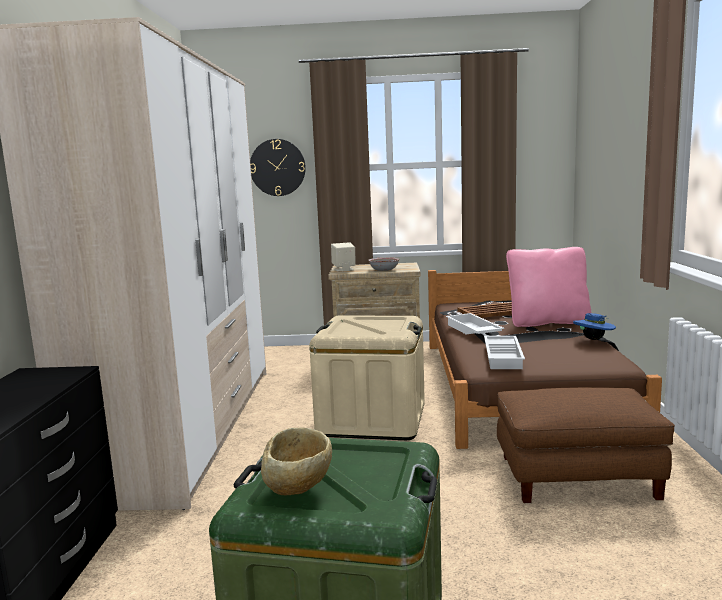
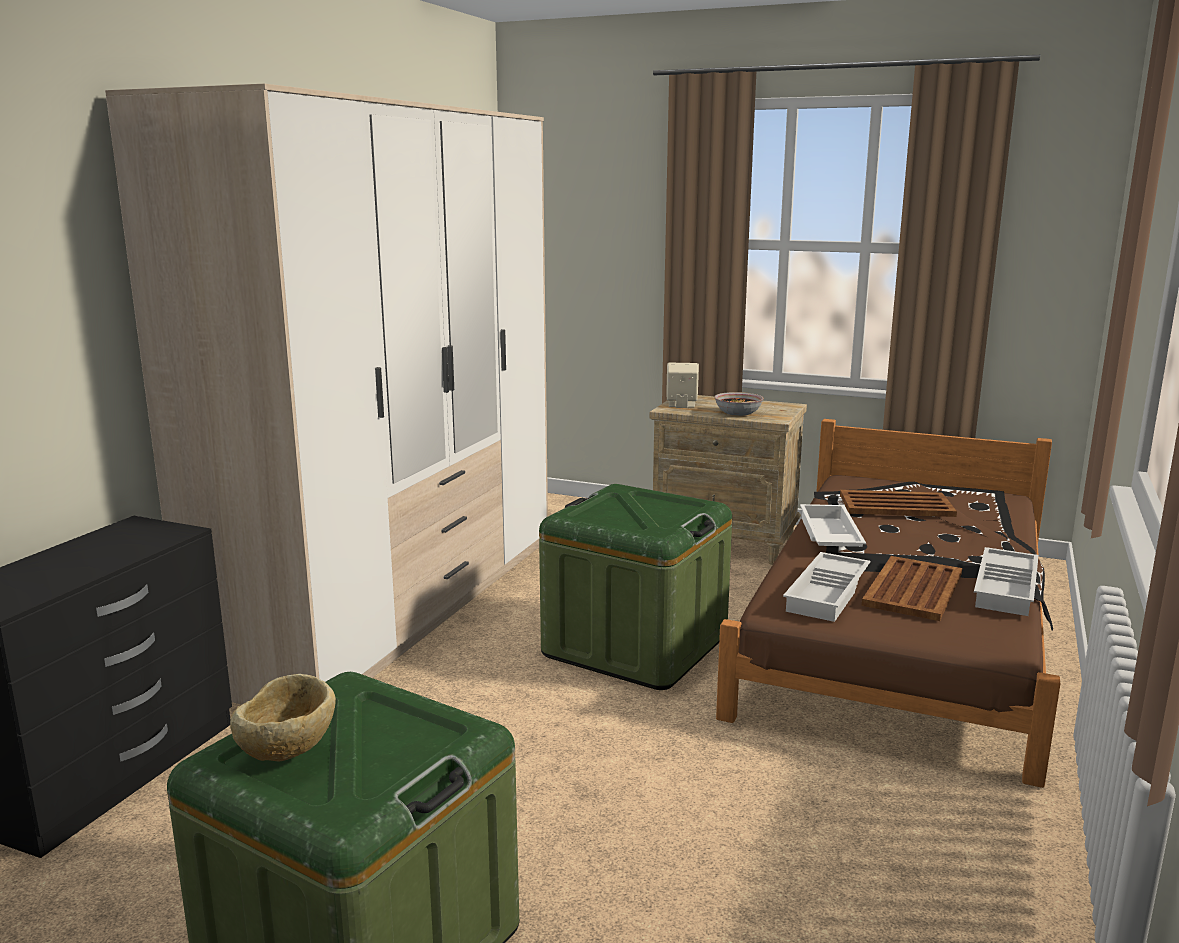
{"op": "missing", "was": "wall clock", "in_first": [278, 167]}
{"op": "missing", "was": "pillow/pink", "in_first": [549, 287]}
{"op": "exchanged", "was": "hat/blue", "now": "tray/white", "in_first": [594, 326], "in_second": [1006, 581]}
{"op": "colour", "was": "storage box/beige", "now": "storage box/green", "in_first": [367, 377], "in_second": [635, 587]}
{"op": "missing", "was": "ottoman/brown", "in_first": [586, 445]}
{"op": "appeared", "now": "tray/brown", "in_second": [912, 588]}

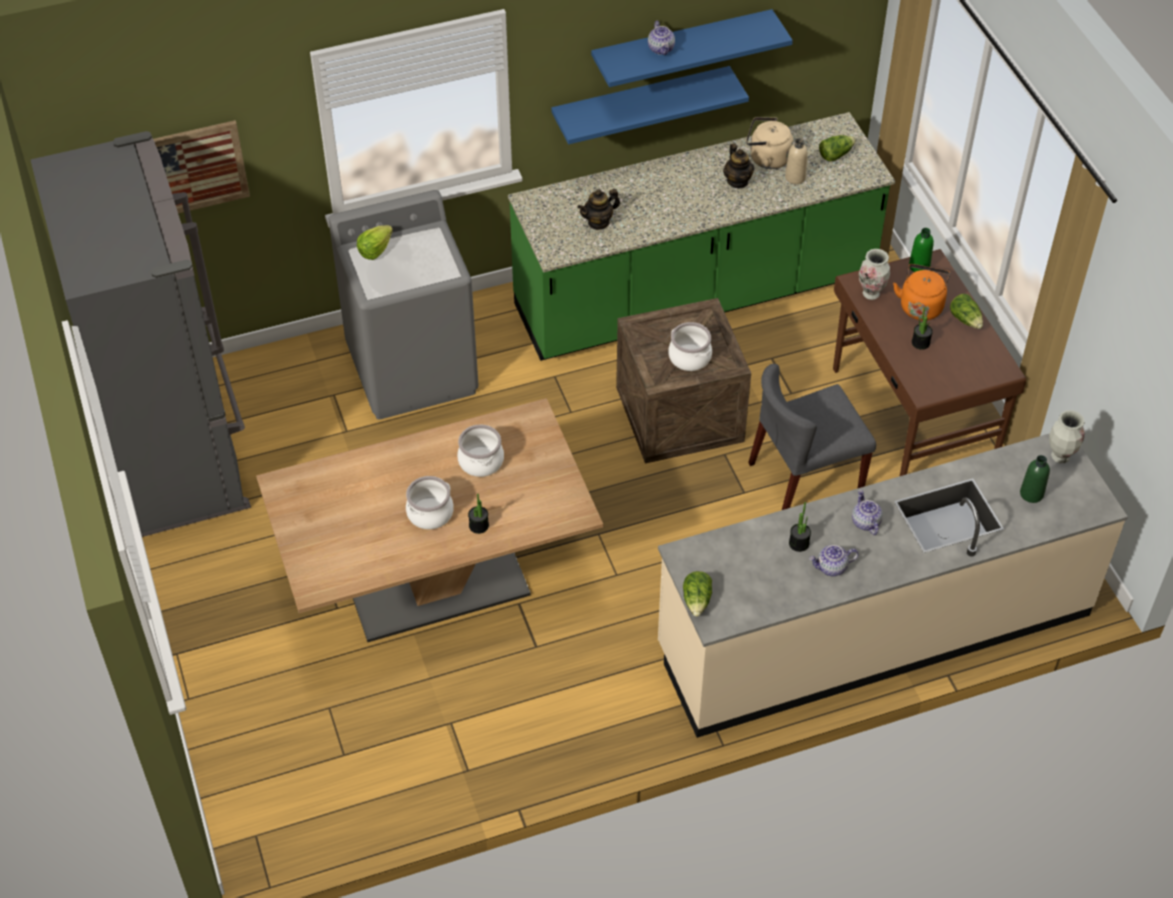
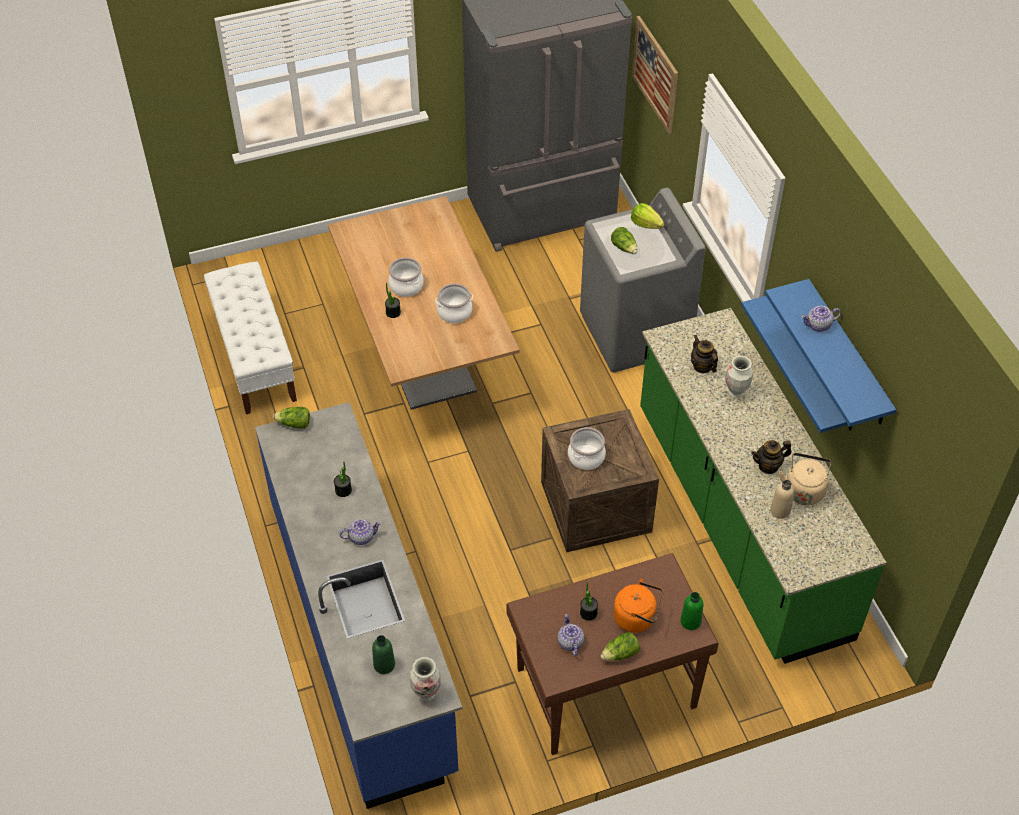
{"op": "relocated", "was": "lettuce", "in_first": [837, 148], "in_second": [624, 240]}
{"op": "relocated", "was": "vase", "in_first": [874, 274], "in_second": [739, 377]}
{"op": "missing", "was": "chair/grey", "in_first": [812, 437]}
{"op": "colour", "was": "counter/beige", "now": "counter/blue", "in_first": [893, 586], "in_second": [358, 605]}
{"op": "relocated", "was": "teapot", "in_first": [833, 560], "in_second": [571, 635]}
{"op": "appeared", "now": "bench/white", "in_second": [250, 337]}

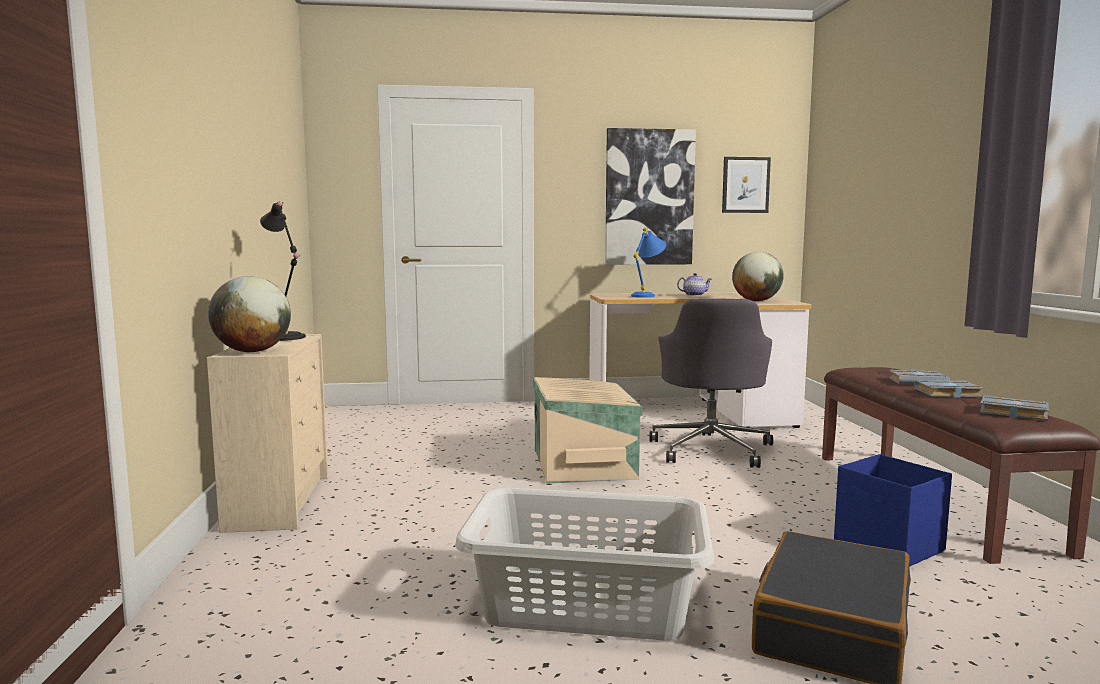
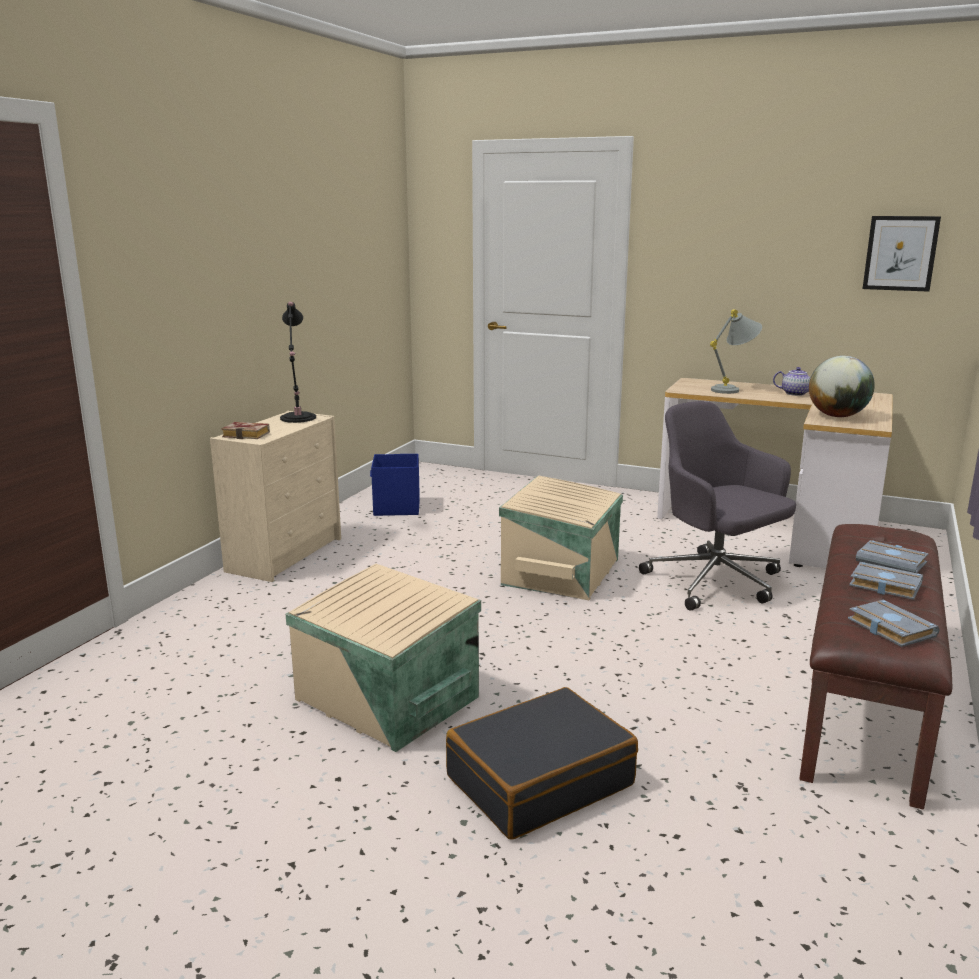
{"op": "missing", "was": "picture", "in_first": [650, 196]}
{"op": "colour", "was": "table lamp/blue", "now": "table lamp/grey", "in_first": [648, 262], "in_second": [736, 351]}
{"op": "exchanged", "was": "globe", "now": "book", "in_first": [249, 314], "in_second": [245, 430]}
{"op": "spun", "was": "office chair/grey", "in_first": [711, 383], "in_second": [717, 506], "clockwise": 105}
{"op": "relocated", "was": "storage box/blue", "in_first": [893, 510], "in_second": [395, 485]}
{"op": "exchanged", "was": "laundry basket/grey", "now": "storage box/beige", "in_first": [584, 564], "in_second": [383, 658]}

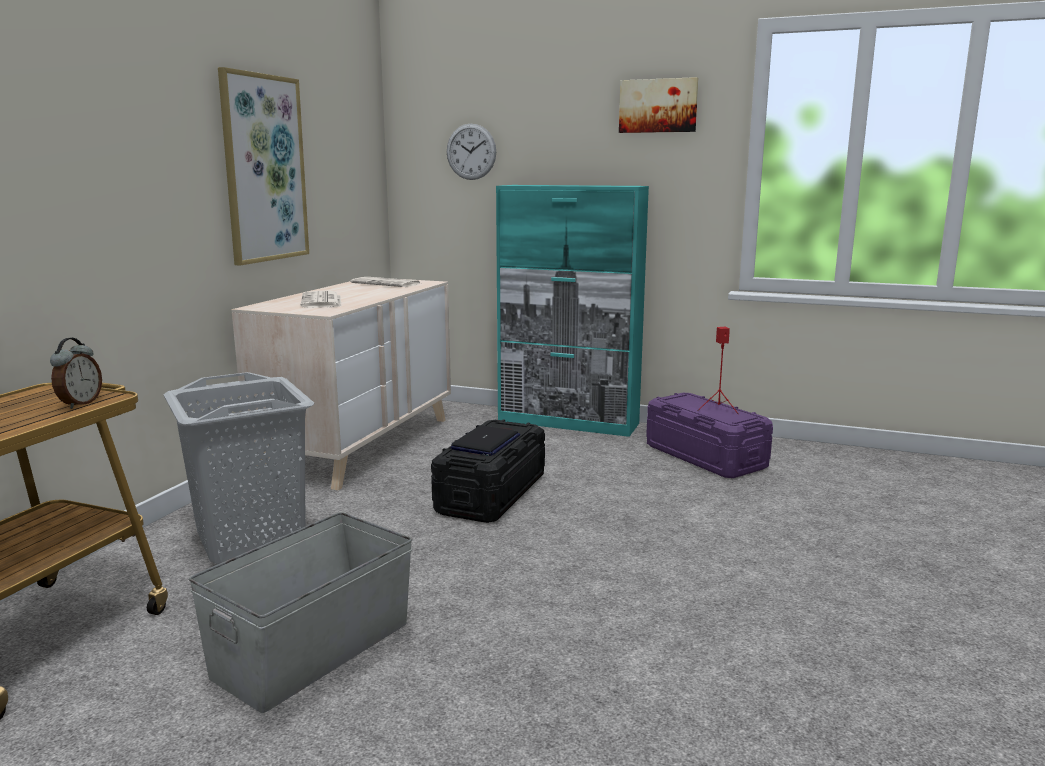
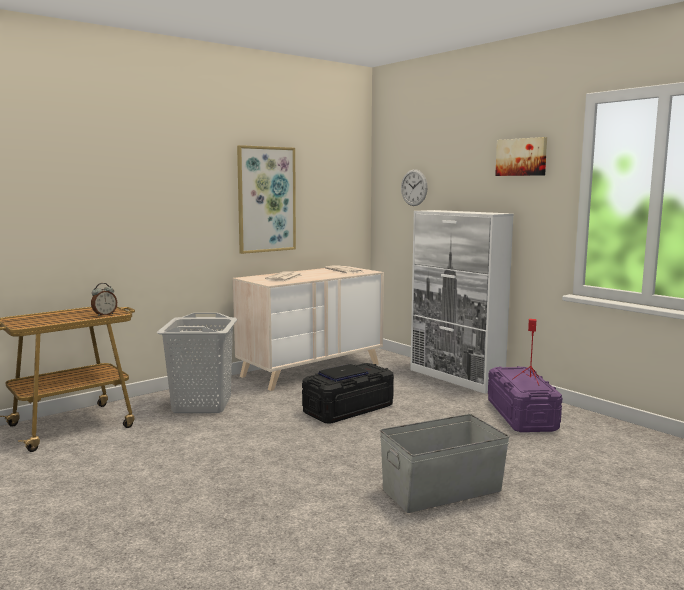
{"op": "colour", "was": "cabinet/turquoise", "now": "cabinet/white", "in_first": [572, 311], "in_second": [462, 302]}
{"op": "relocated", "was": "storage box/grey", "in_first": [300, 612], "in_second": [445, 463]}

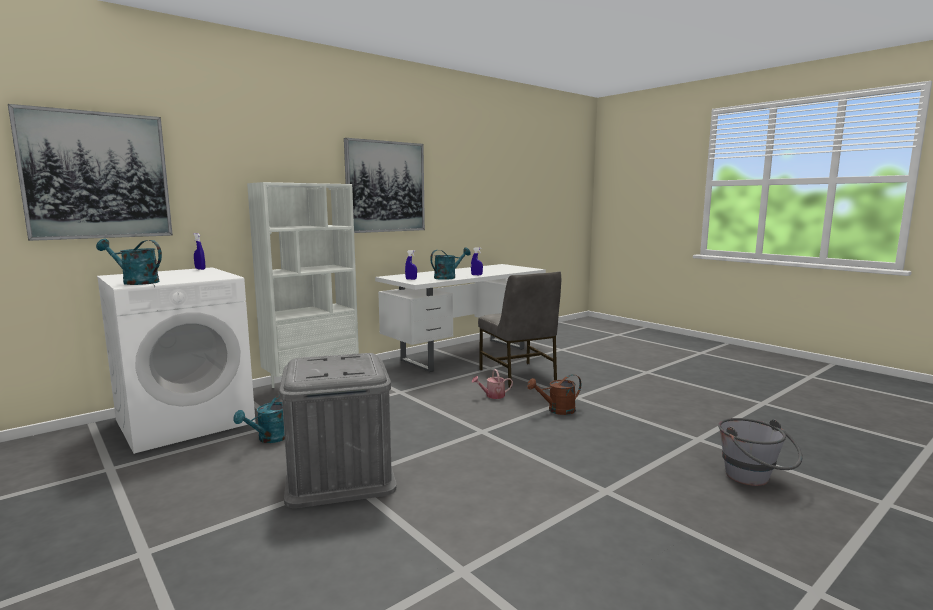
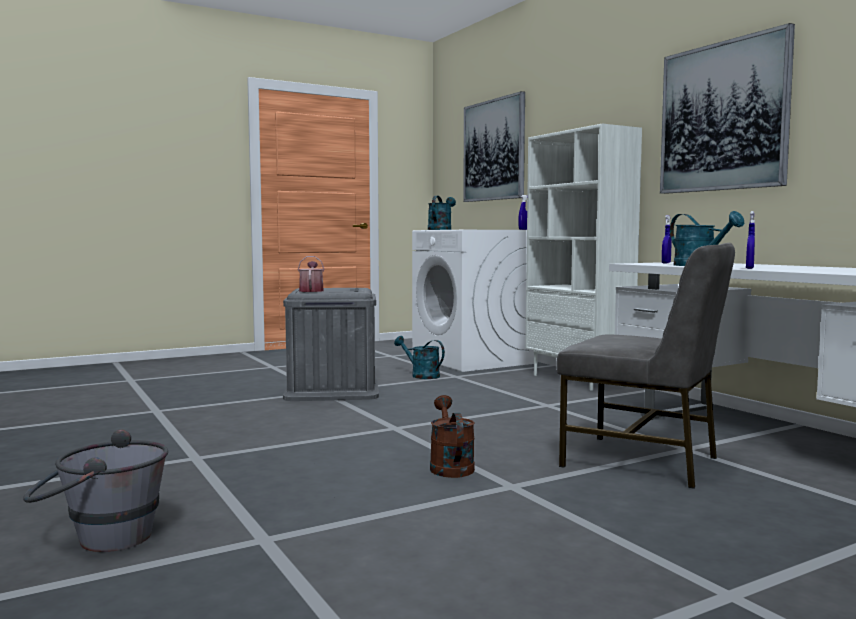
{"op": "spun", "was": "chair/grey", "in_first": [519, 329], "in_second": [645, 366], "clockwise": -135}
{"op": "relocated", "was": "watering can", "in_first": [492, 384], "in_second": [311, 274]}

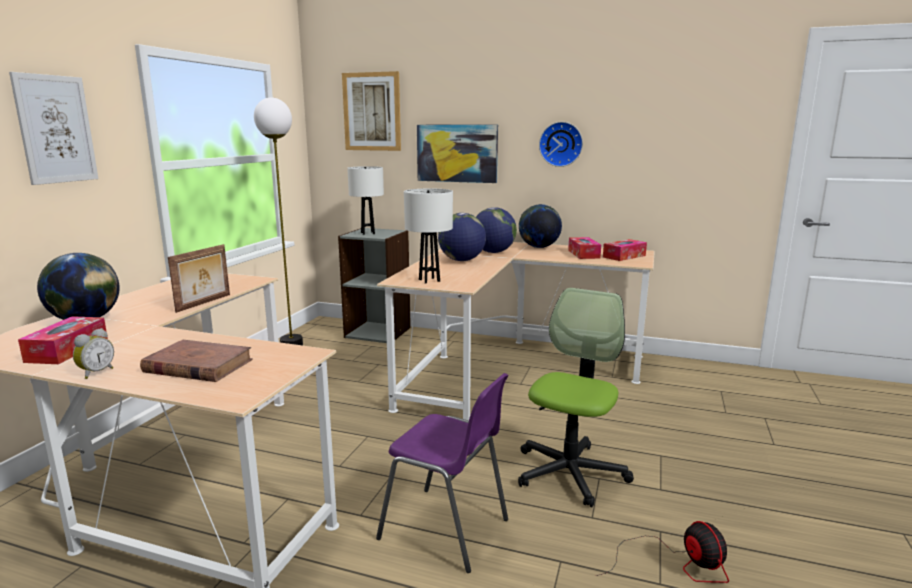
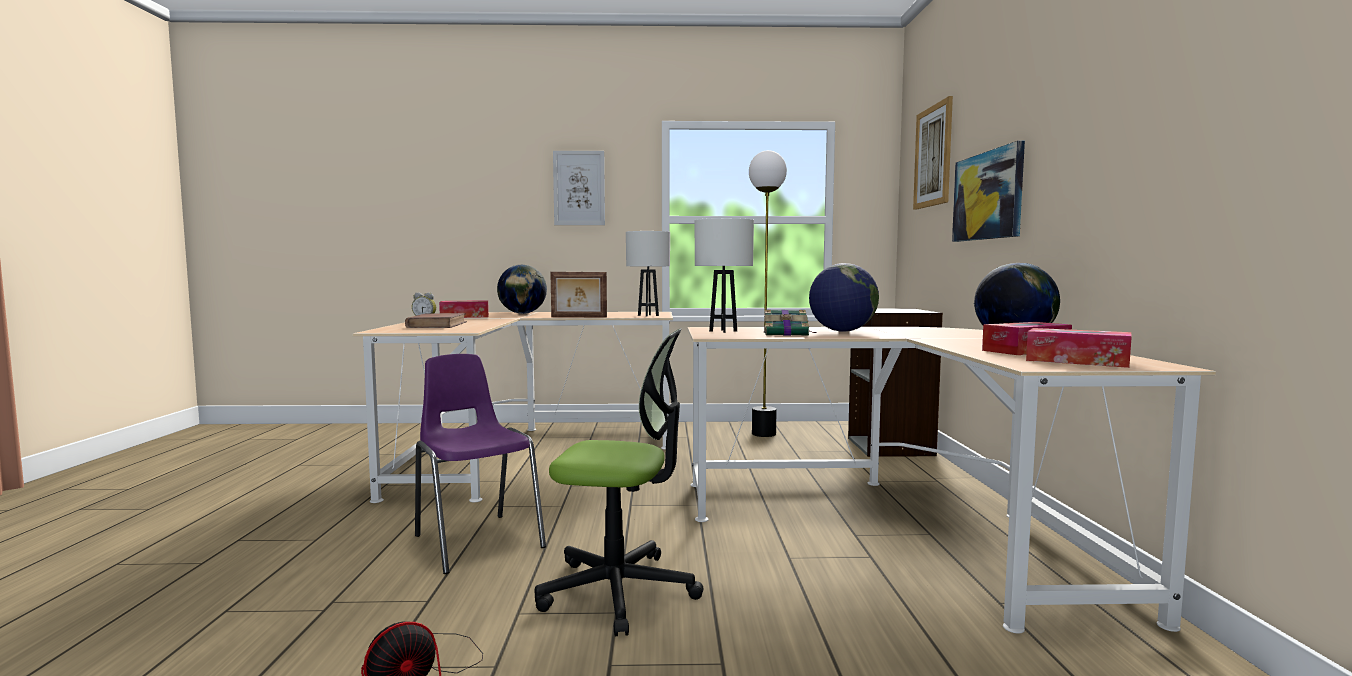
{"op": "missing", "was": "wall clock", "in_first": [561, 144]}
{"op": "relocated", "was": "table lamp/white", "in_first": [365, 200], "in_second": [648, 274]}
{"op": "missing", "was": "globe", "in_first": [496, 230]}
{"op": "spun", "was": "chair/purple", "in_first": [442, 473], "in_second": [480, 464], "clockwise": 135}
{"op": "appeared", "now": "book", "in_second": [790, 323]}

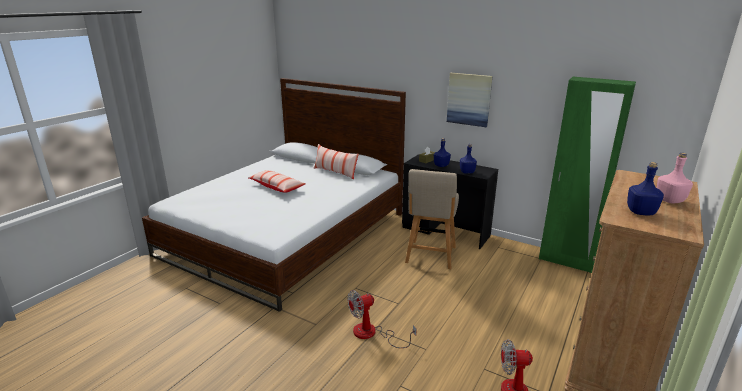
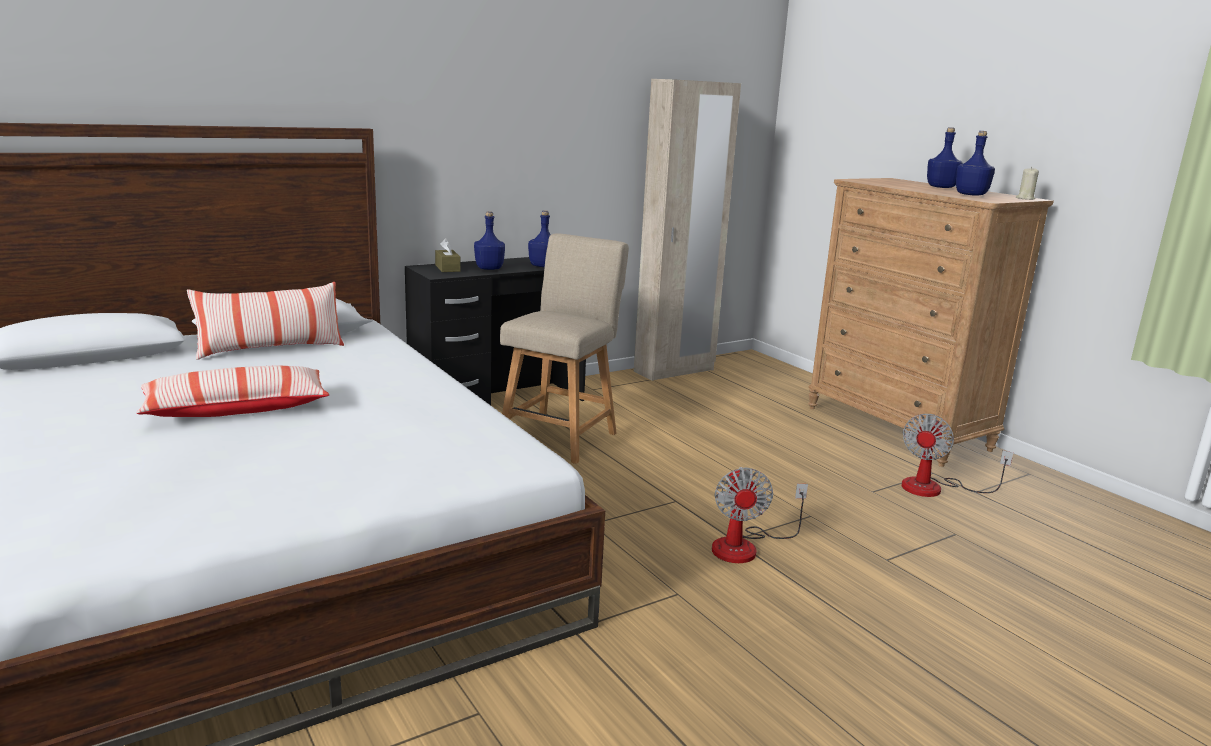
{"op": "missing", "was": "picture", "in_first": [469, 100]}
{"op": "colour", "was": "wardrobe/green", "now": "wardrobe/beige", "in_first": [587, 175], "in_second": [687, 230]}
{"op": "colour", "was": "bottle/pink", "now": "bottle/blue", "in_first": [675, 178], "in_second": [945, 157]}
{"op": "spun", "was": "chair/beige", "in_first": [432, 219], "in_second": [564, 348], "clockwise": -105}
{"op": "appeared", "now": "candle/beige", "in_second": [1027, 183]}

